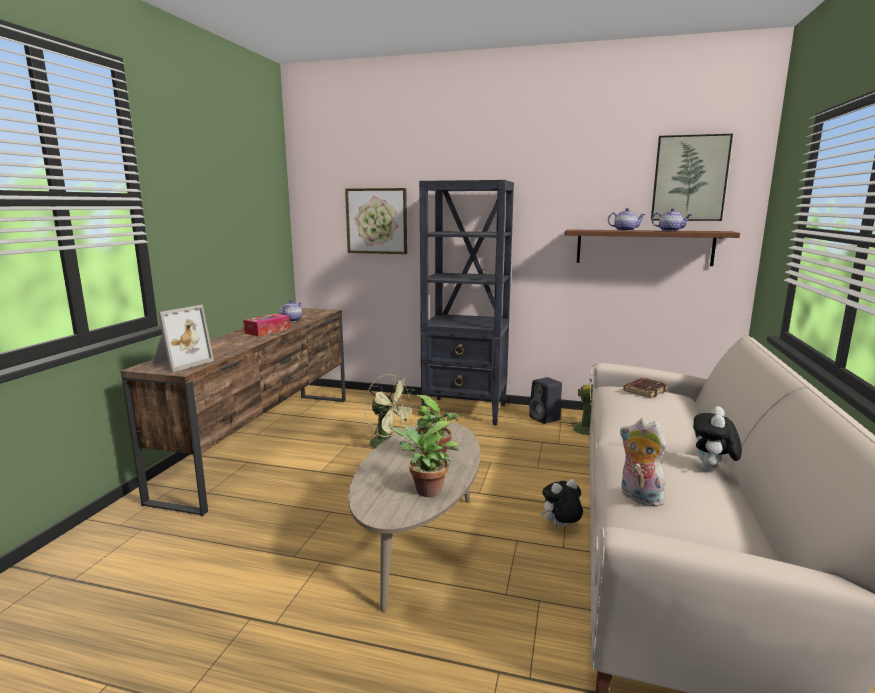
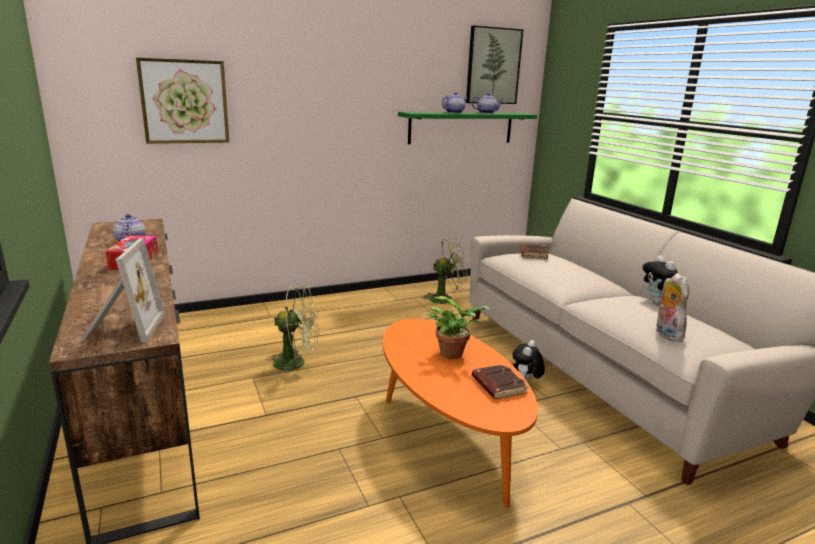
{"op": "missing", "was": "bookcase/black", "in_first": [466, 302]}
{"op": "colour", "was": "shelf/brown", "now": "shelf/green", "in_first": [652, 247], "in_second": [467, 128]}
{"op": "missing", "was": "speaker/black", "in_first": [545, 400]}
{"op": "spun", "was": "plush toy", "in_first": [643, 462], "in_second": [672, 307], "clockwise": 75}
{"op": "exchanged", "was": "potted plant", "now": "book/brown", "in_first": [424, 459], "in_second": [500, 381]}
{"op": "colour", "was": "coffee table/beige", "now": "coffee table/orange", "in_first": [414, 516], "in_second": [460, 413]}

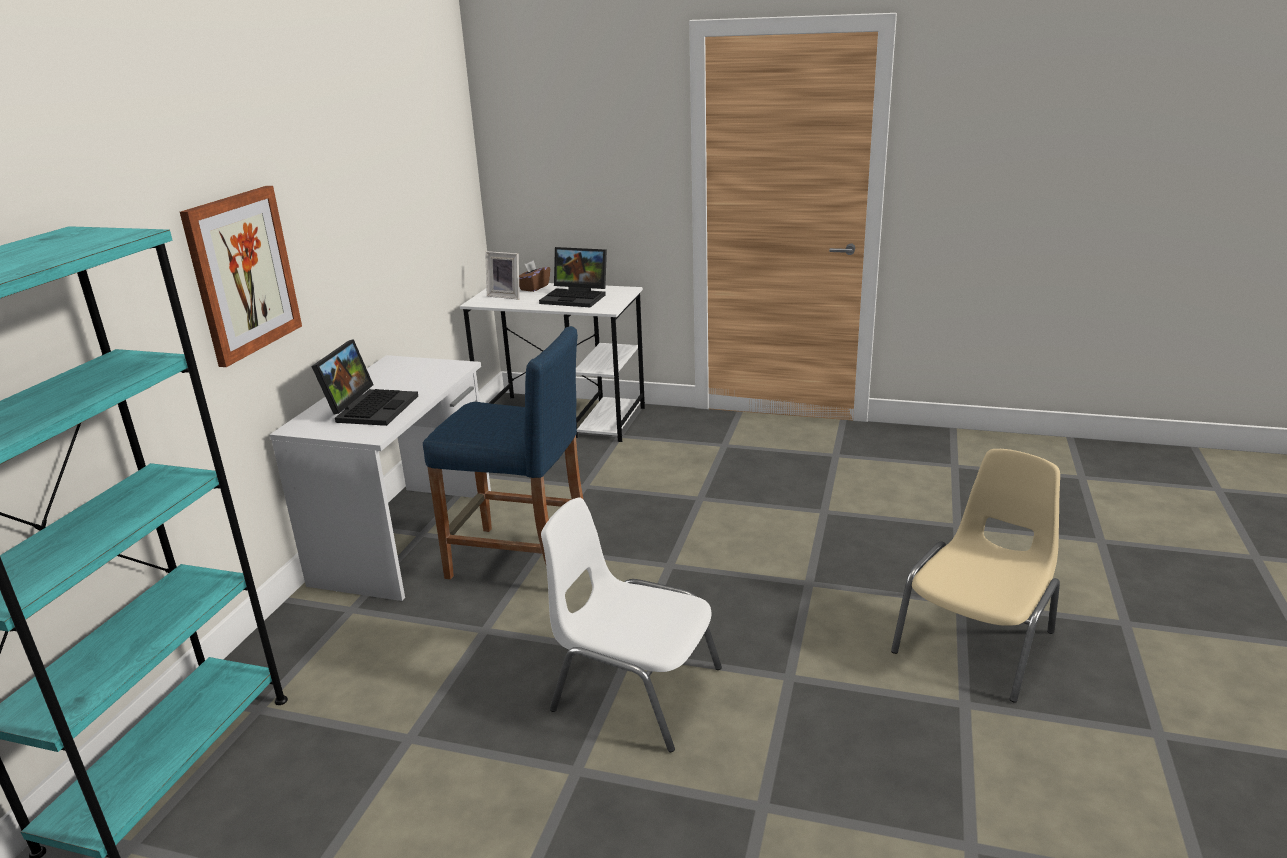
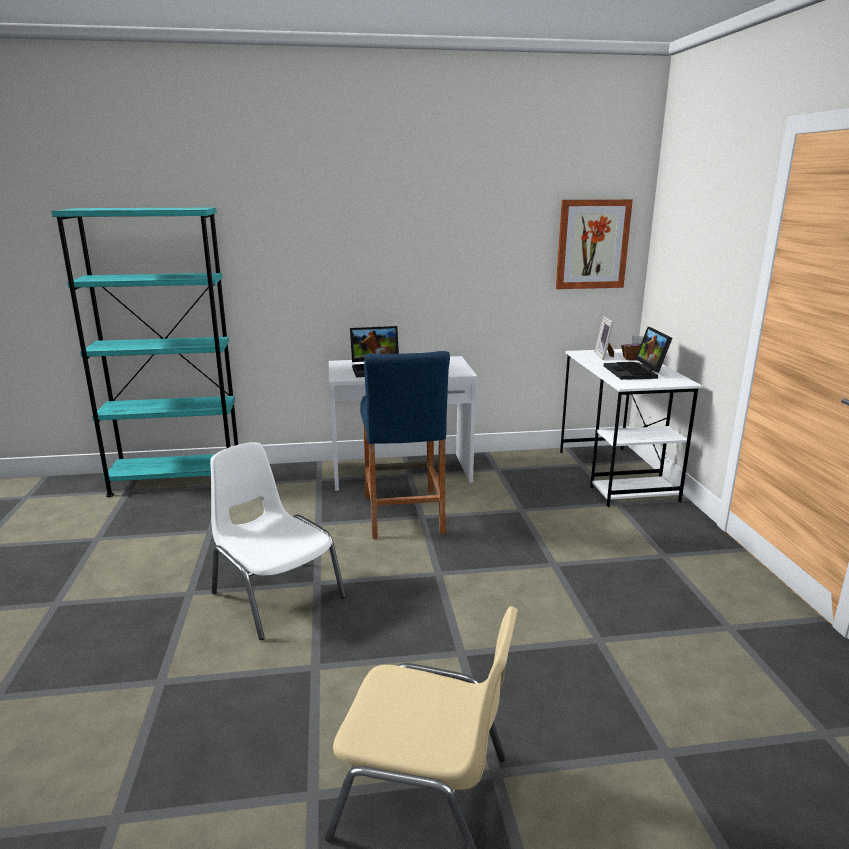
{"op": "relocated", "was": "picture", "in_first": [241, 276], "in_second": [594, 244]}
{"op": "spun", "was": "chair/white", "in_first": [631, 625], "in_second": [278, 541], "clockwise": -45}

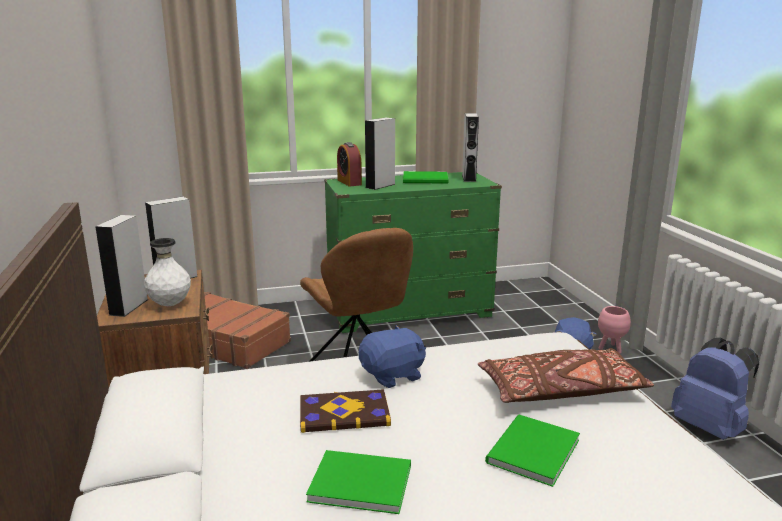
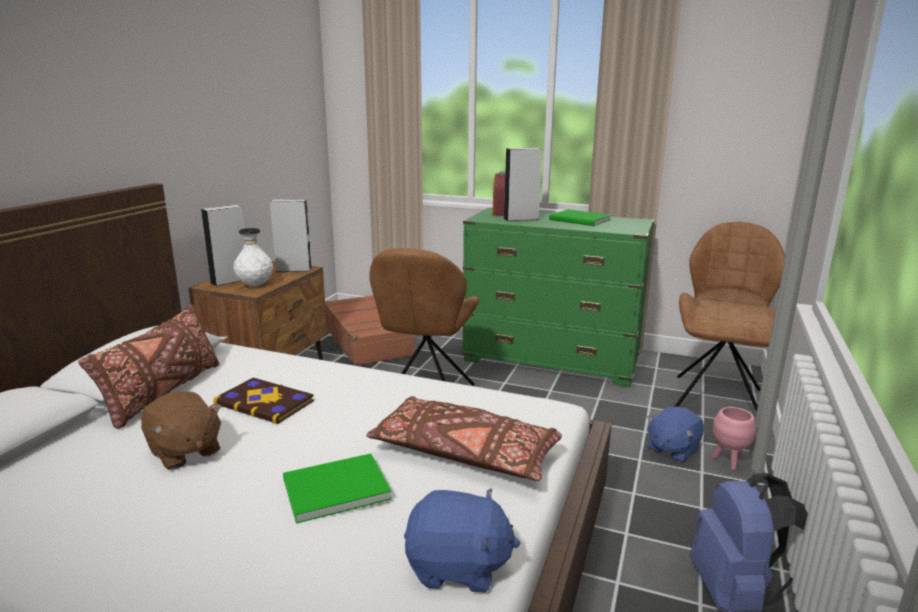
{"op": "missing", "was": "speaker/grey", "in_first": [470, 147]}
{"op": "relocated", "was": "plush toy/blue", "in_first": [392, 356], "in_second": [462, 540]}
{"op": "exchanged", "was": "book/green", "now": "plush toy/brown", "in_first": [358, 482], "in_second": [181, 430]}
{"op": "appeared", "now": "chair/brown", "in_second": [729, 317]}
{"op": "appeared", "now": "pillow/brown", "in_second": [148, 367]}

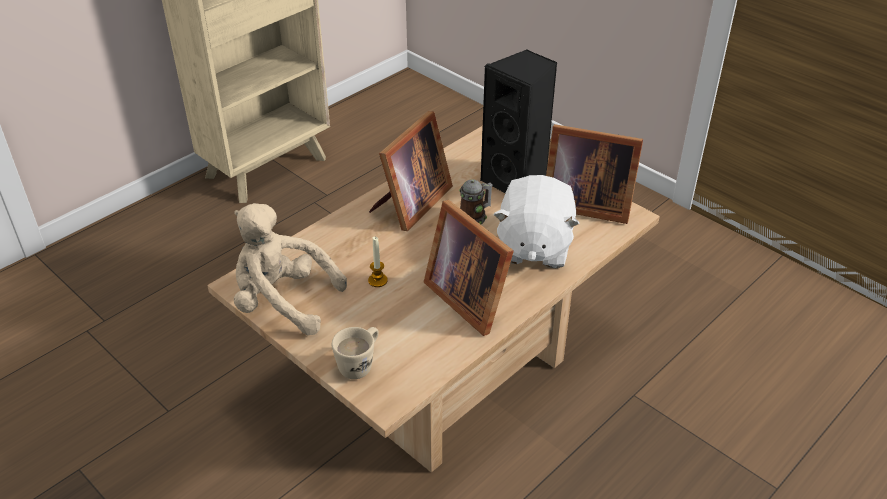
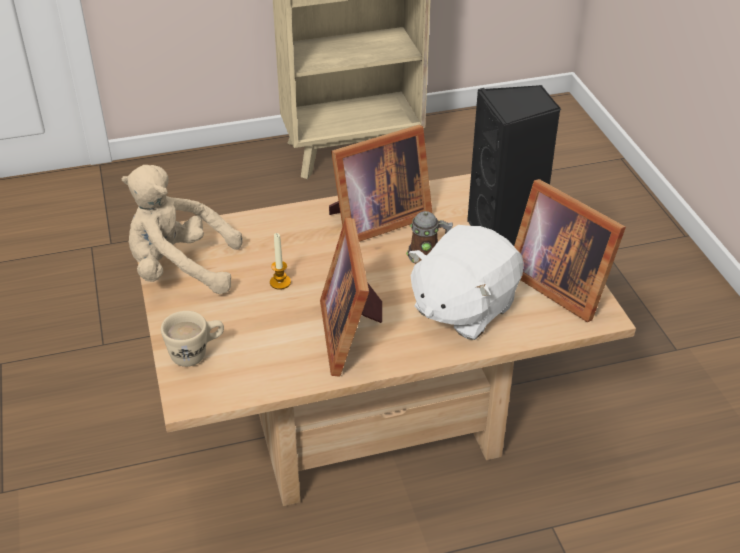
{"op": "spun", "was": "plush toy/beige", "in_first": [290, 269], "in_second": [182, 229], "clockwise": -45}

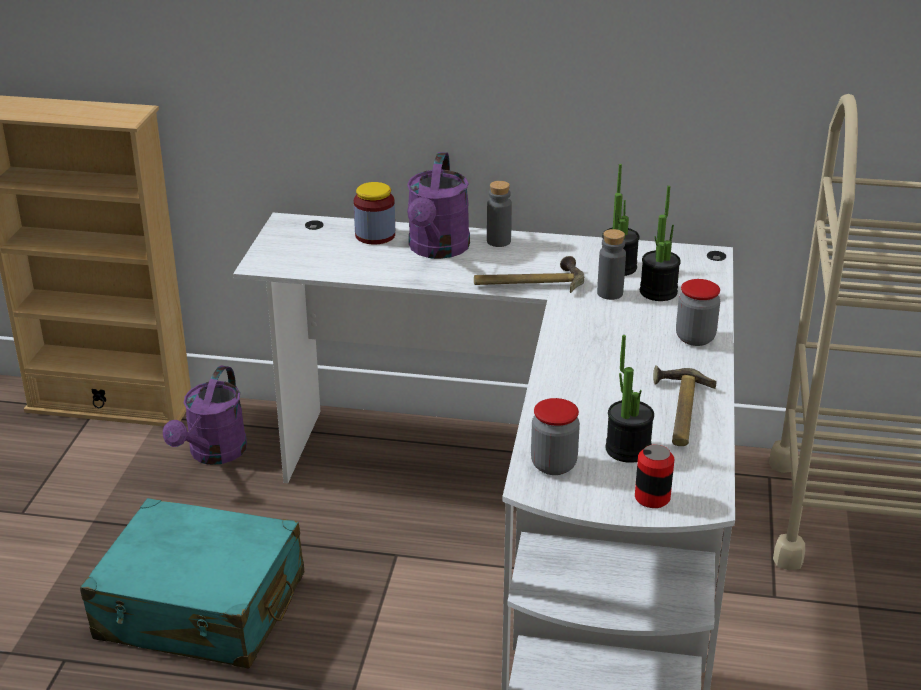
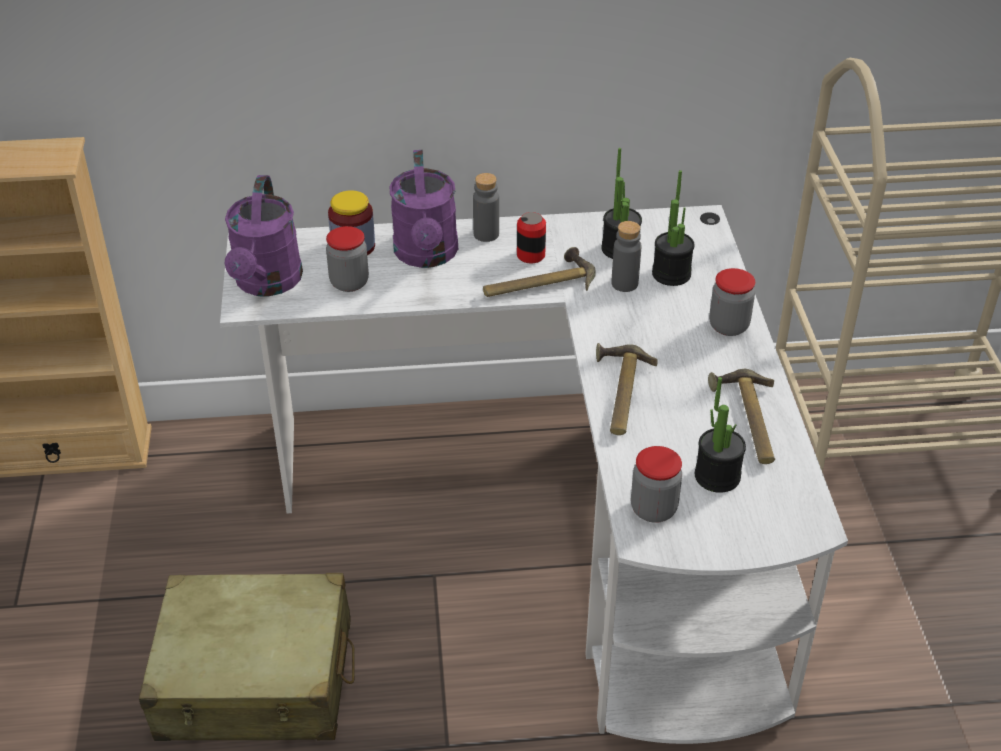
{"op": "relocated", "was": "watering can/purple", "in_first": [205, 415], "in_second": [263, 236]}
{"op": "relocated", "was": "can", "in_first": [654, 476], "in_second": [531, 237]}
{"op": "colour", "was": "suitcase/turquoise", "now": "suitcase/beige", "in_first": [192, 583], "in_second": [247, 657]}
{"op": "appeared", "now": "jar", "in_second": [347, 259]}
{"op": "appeared", "now": "hammer", "in_second": [627, 389]}

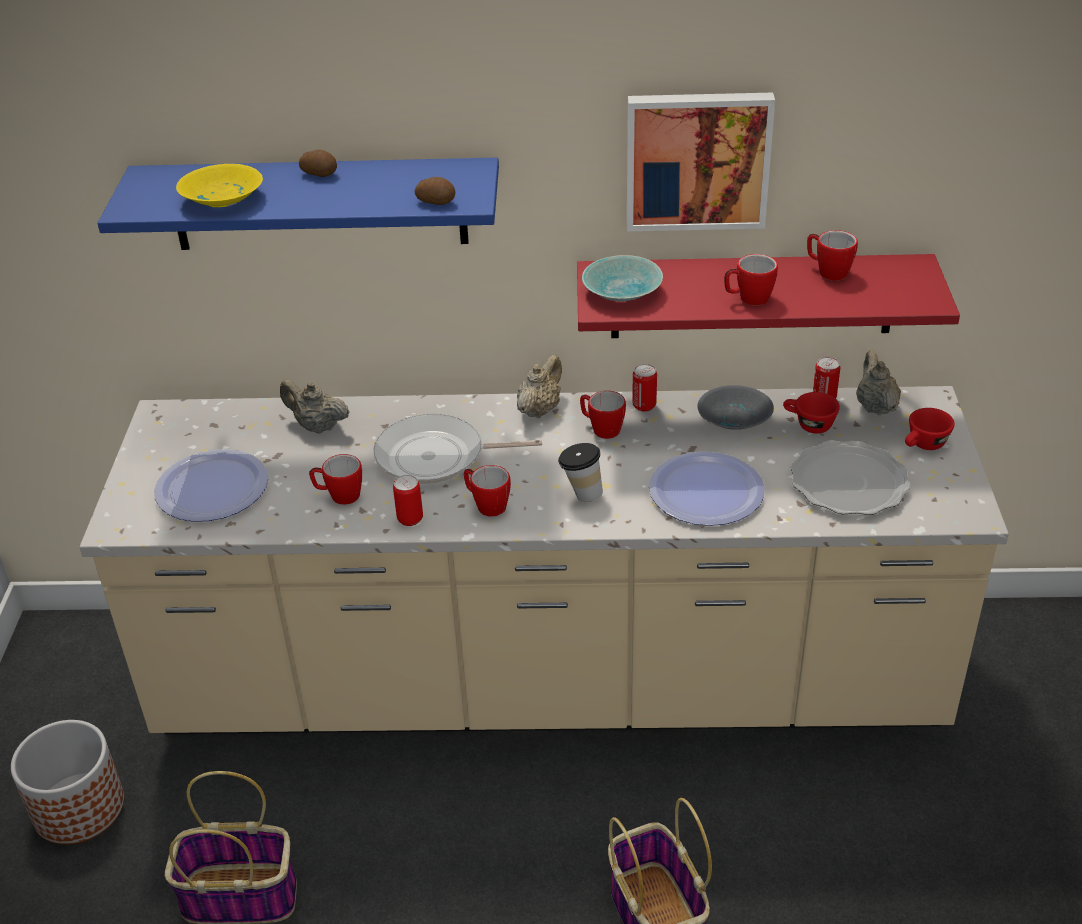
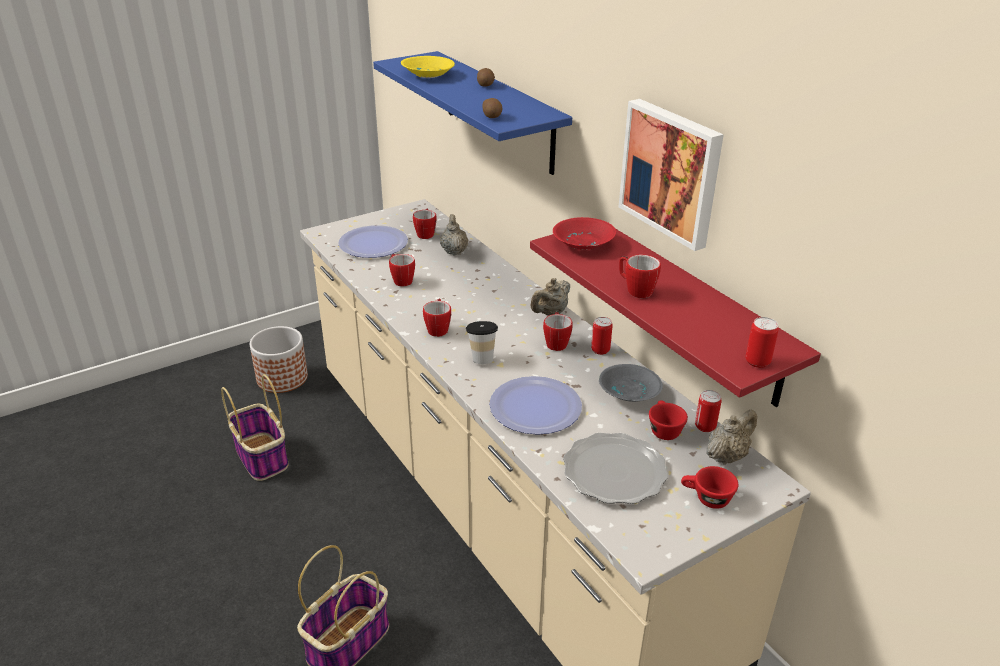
{"op": "relocated", "was": "mug", "in_first": [832, 255], "in_second": [425, 224]}
{"op": "colour", "was": "bowl/turquoise", "now": "bowl/red", "in_first": [622, 278], "in_second": [584, 233]}
{"op": "spun", "was": "teapot/beige", "in_first": [539, 386], "in_second": [550, 296], "clockwise": 135}
{"op": "missing", "was": "frying pan", "in_first": [457, 449]}
{"op": "relocated", "was": "can", "in_first": [408, 500], "in_second": [762, 342]}

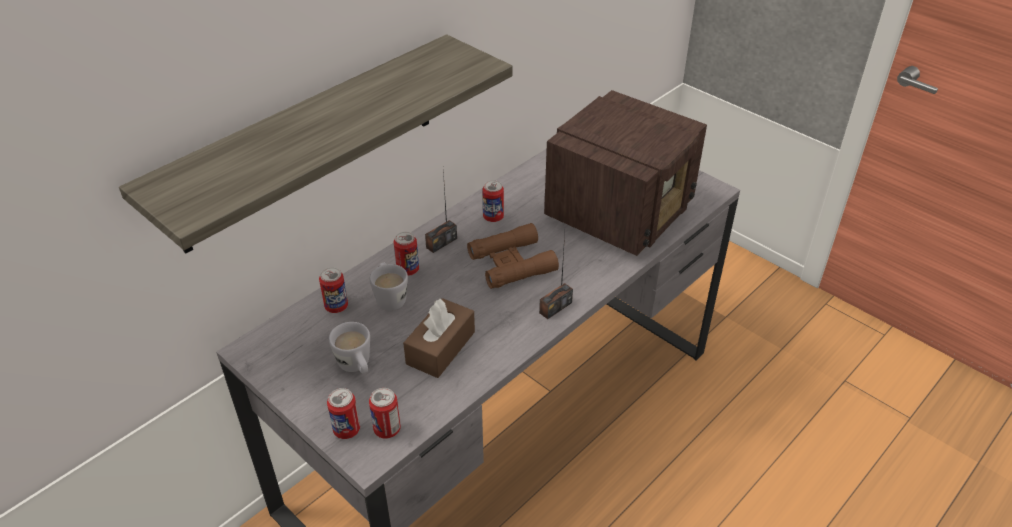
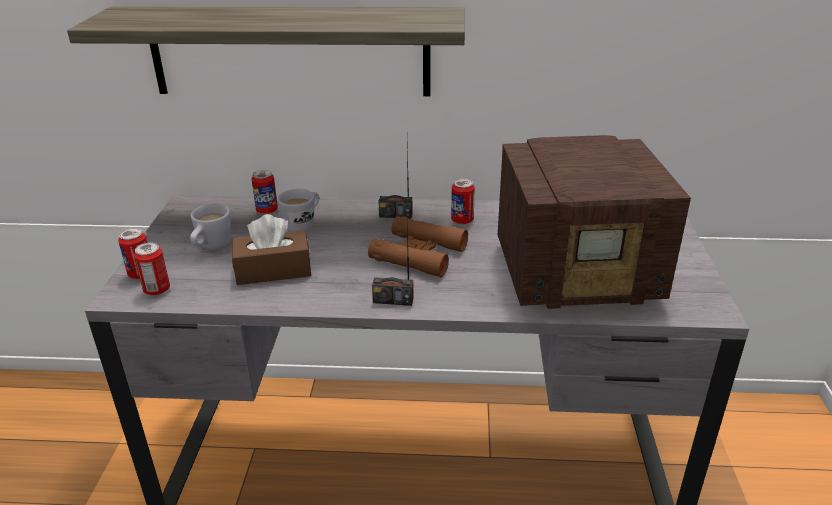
{"op": "missing", "was": "can", "in_first": [406, 254]}

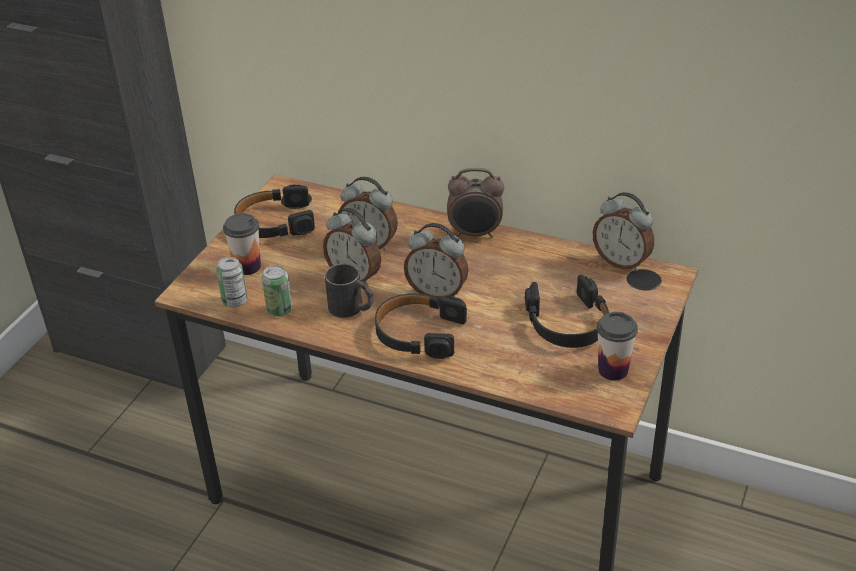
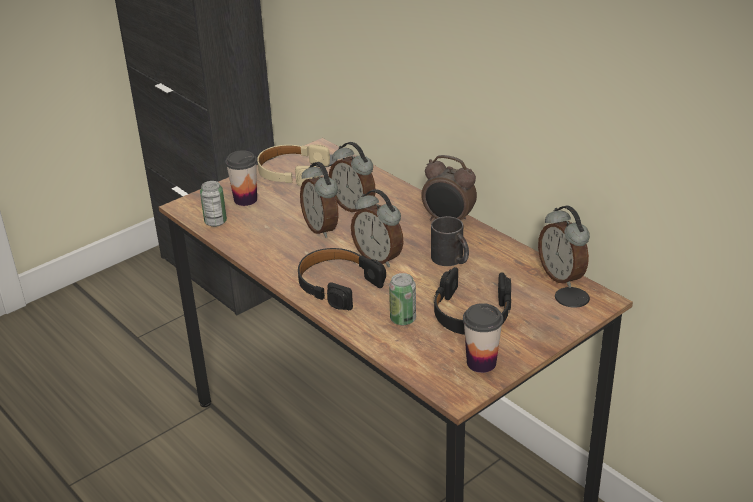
{"op": "colour", "was": "headphones/black", "now": "headphones/beige", "in_first": [274, 211], "in_second": [293, 165]}
{"op": "relocated", "was": "mug/black", "in_first": [349, 291], "in_second": [450, 241]}
{"op": "relocated", "was": "can", "in_first": [277, 291], "in_second": [402, 299]}

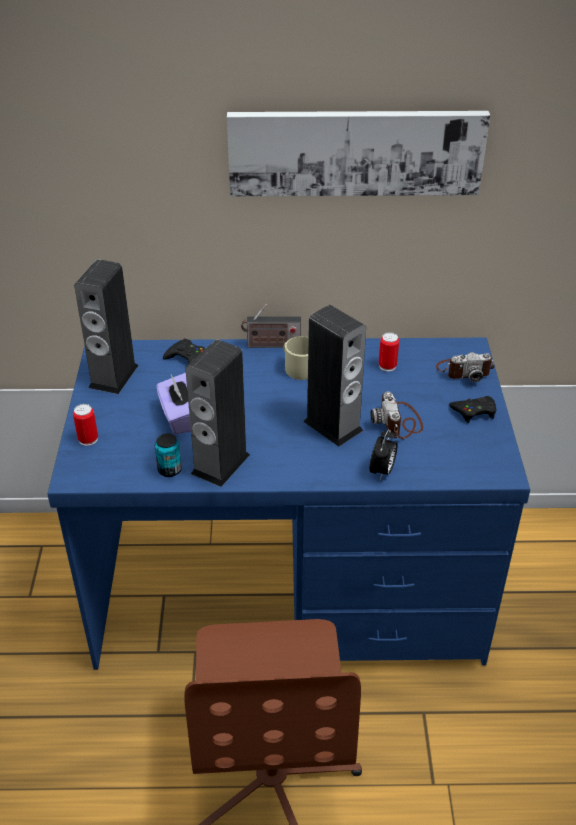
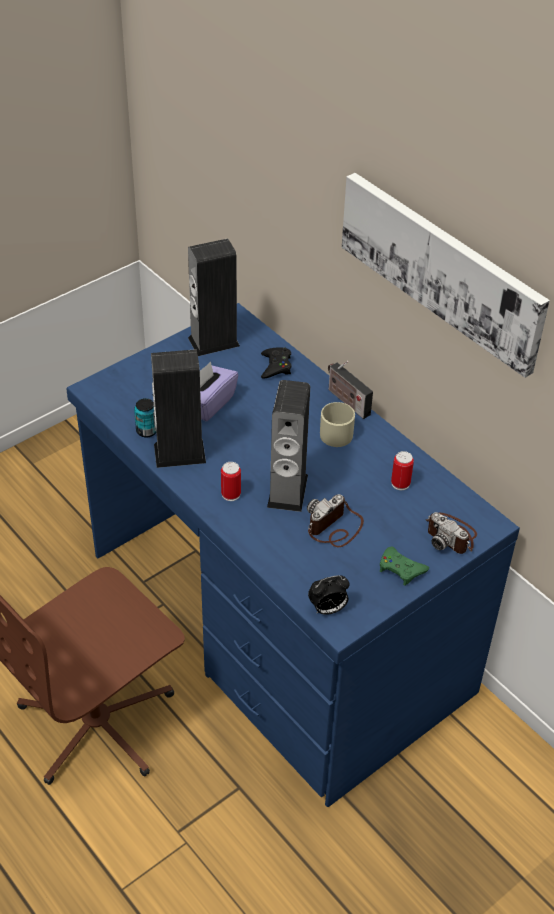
{"op": "colour", "was": "game controller/black", "now": "game controller/green", "in_first": [472, 409], "in_second": [404, 566]}
{"op": "relocated", "was": "can", "in_first": [85, 425], "in_second": [231, 481]}
{"op": "relocated", "was": "alarm clock", "in_first": [383, 454], "in_second": [329, 595]}

